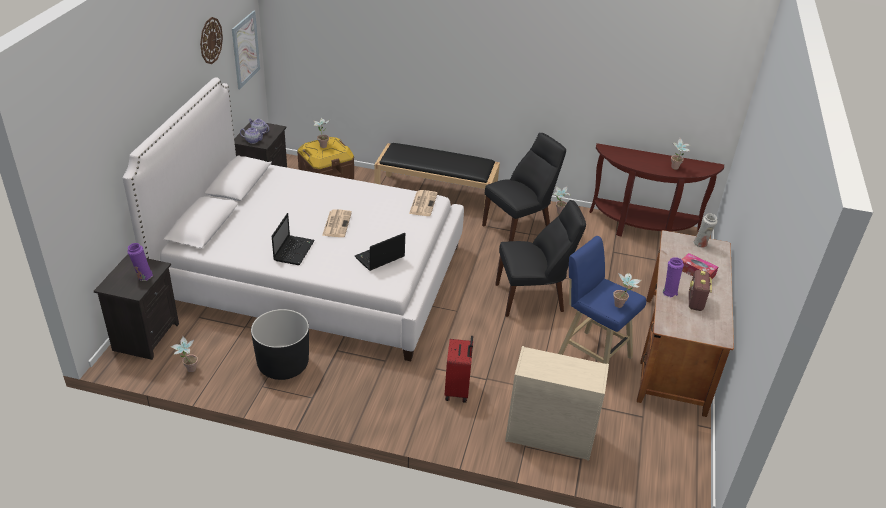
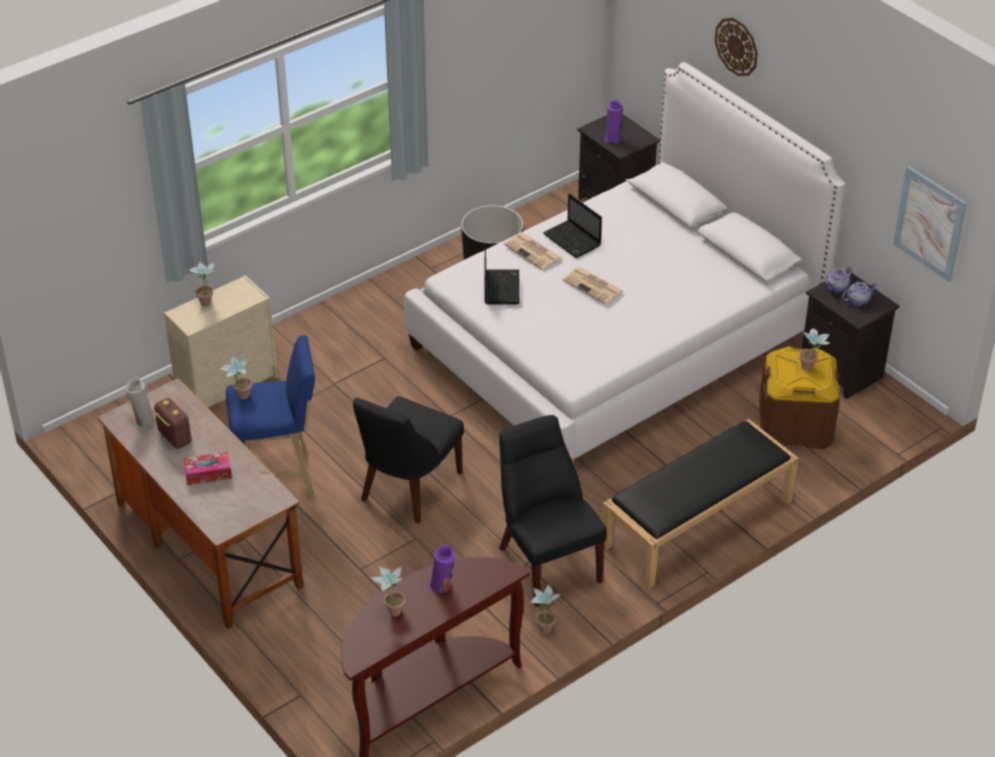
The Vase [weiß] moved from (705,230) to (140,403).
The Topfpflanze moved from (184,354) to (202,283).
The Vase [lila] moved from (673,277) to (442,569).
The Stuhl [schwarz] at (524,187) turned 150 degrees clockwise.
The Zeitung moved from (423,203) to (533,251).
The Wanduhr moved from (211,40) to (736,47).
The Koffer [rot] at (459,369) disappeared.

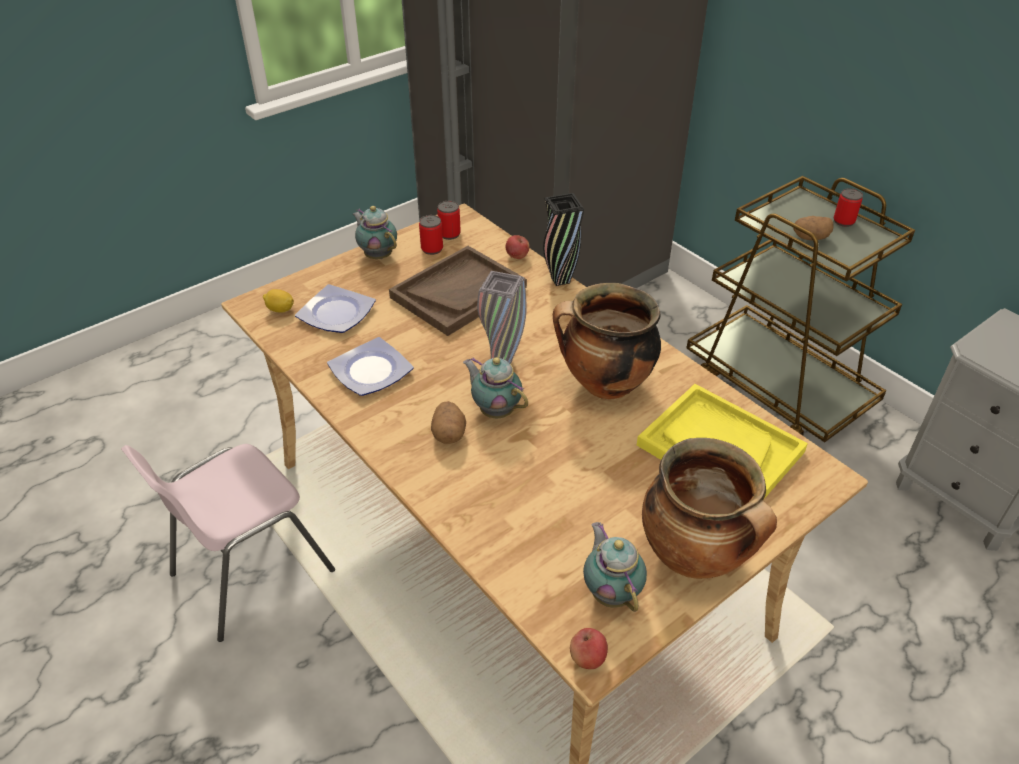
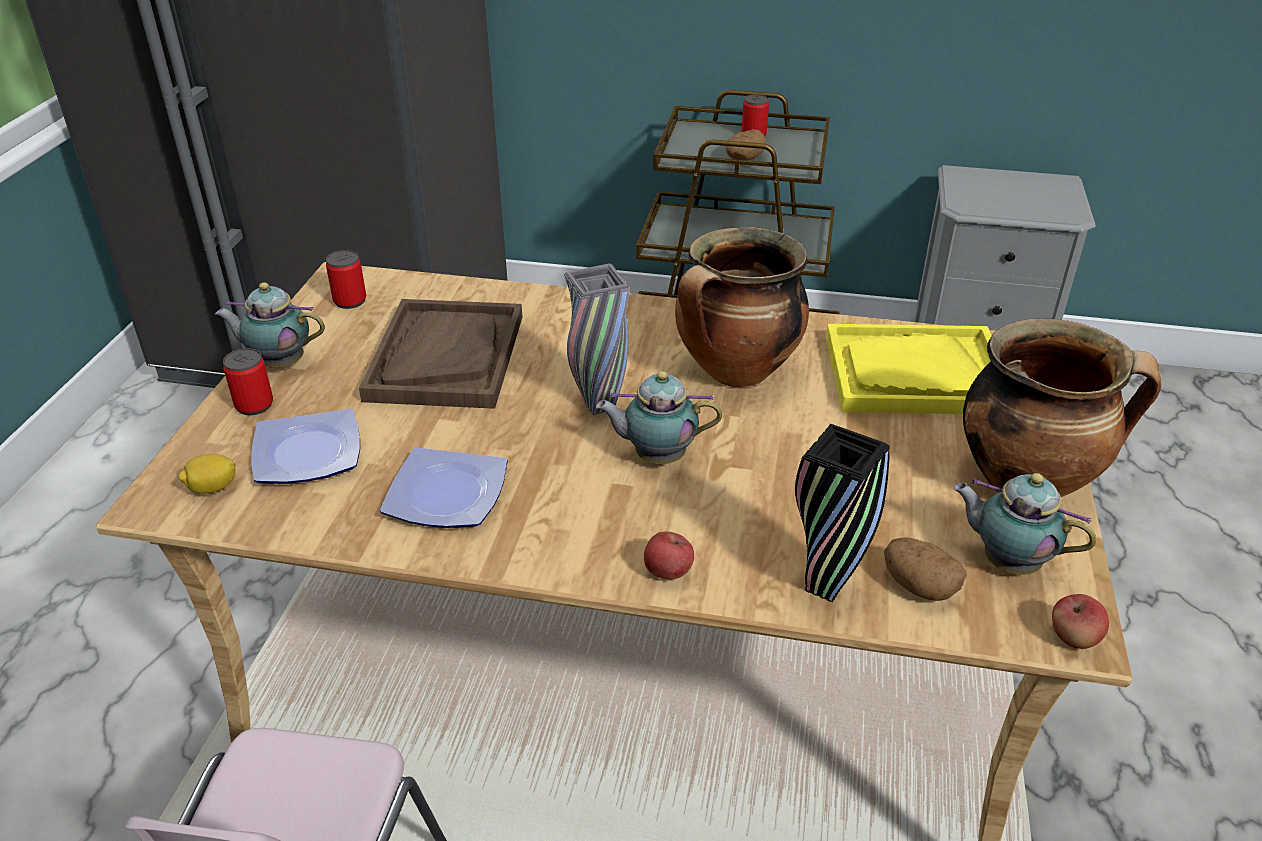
The Dose moved from (431,235) to (248,381).
The Apfel moved from (517,247) to (669,555).
The Vase [schwarz] moved from (563,239) to (842,513).
The Kartoffel moved from (448,422) to (925,569).

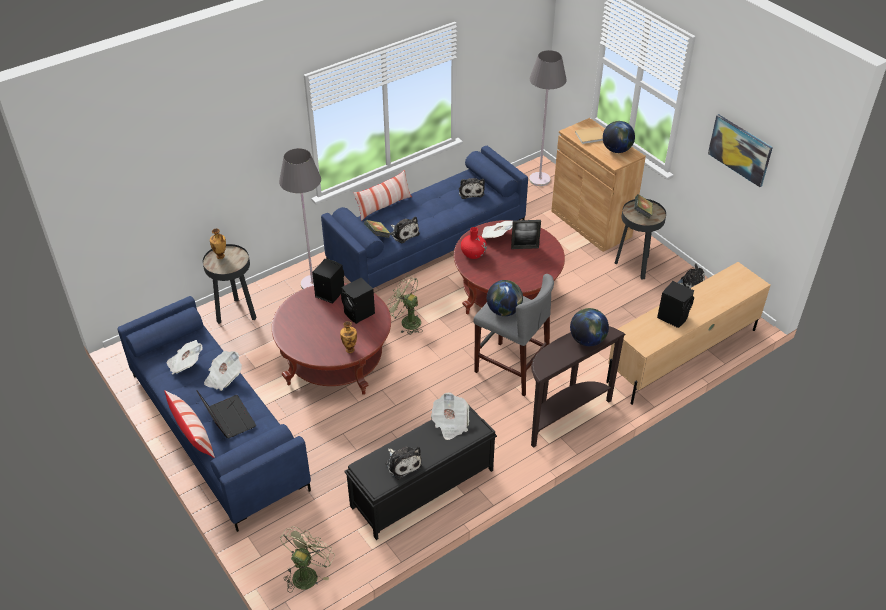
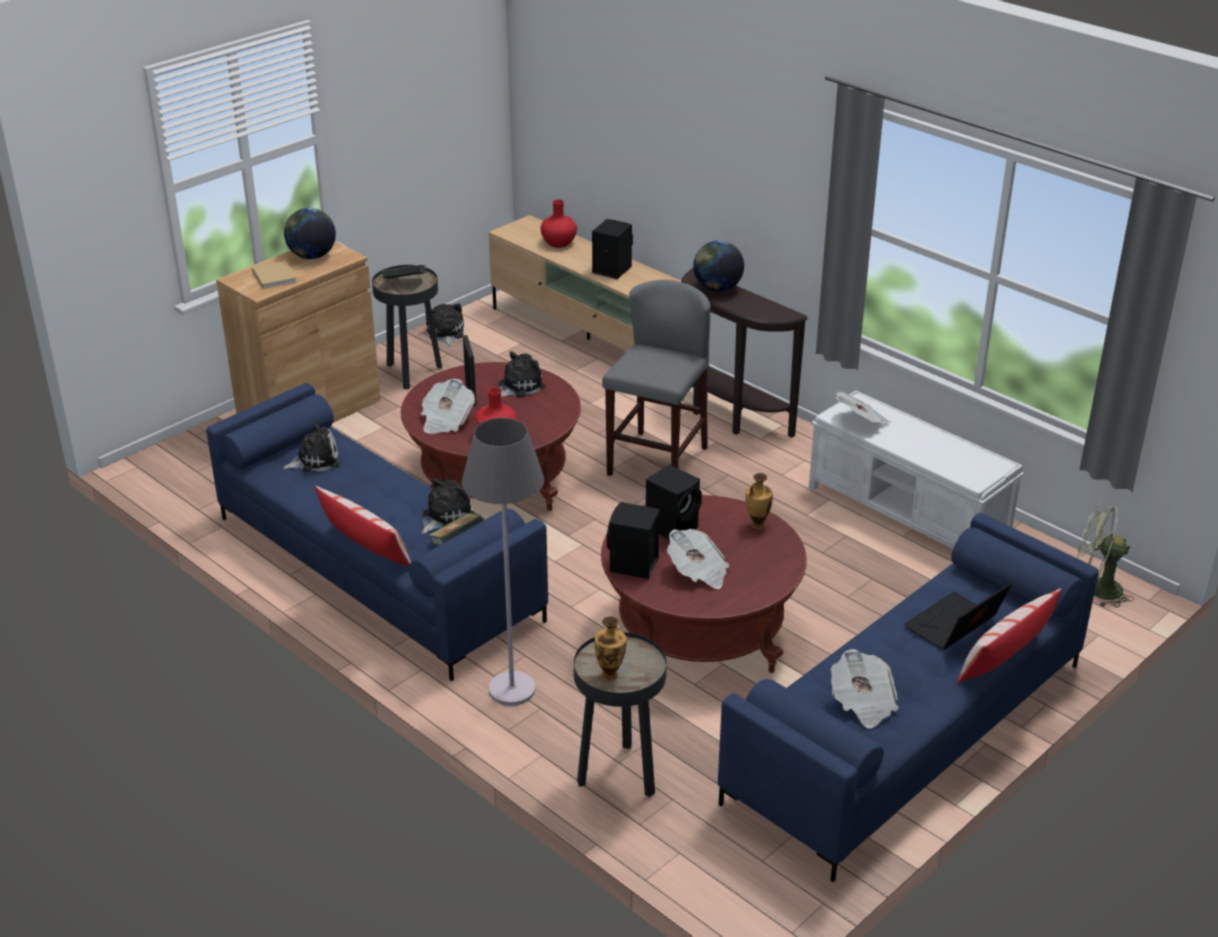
The Plüschtier moved from (404,463) to (522,374).
The Vase [rot] at (559,223) appeared.
The Zeitung moved from (223,371) to (698,559).
The Bank [schwarz] at (420,473) became the Bank [weiß] at (916,469).
The Ventilator [grün] at (405,305) disappeared.
The Globus at (505,298) disappeared.
The Stehlampe [grau] at (548,118) disappeared.
The Bild at (740,150) disappeared.

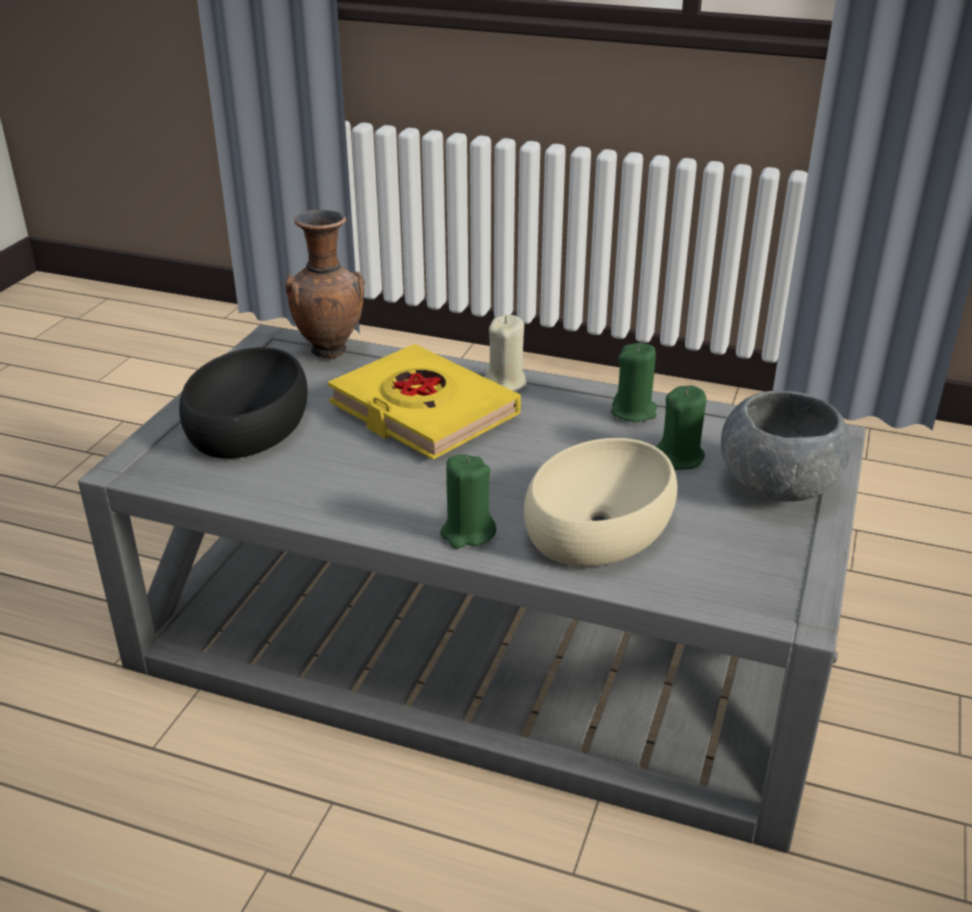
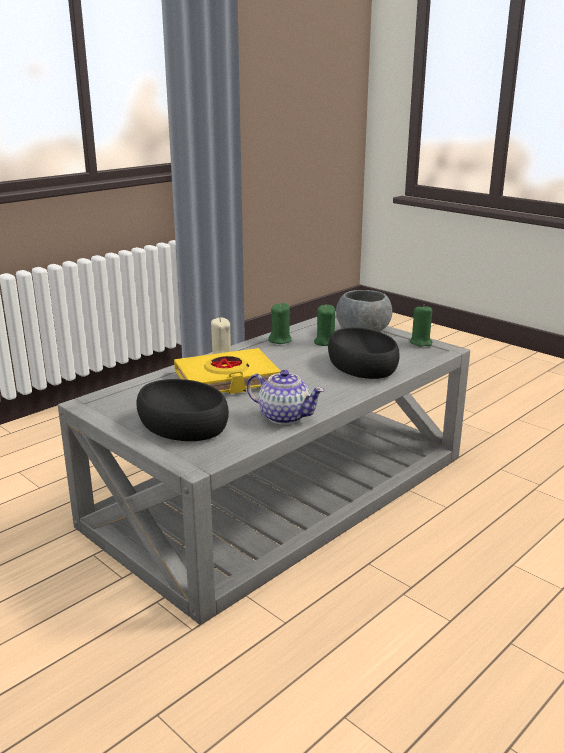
The Teekanne at (286,397) appeared.
The Schüssel [beige] at (600,502) became the Schüssel [schwarz] at (364,353).
The Kerze [grün] moved from (468,502) to (421,326).
The Vase [braun] at (325,284) disappeared.

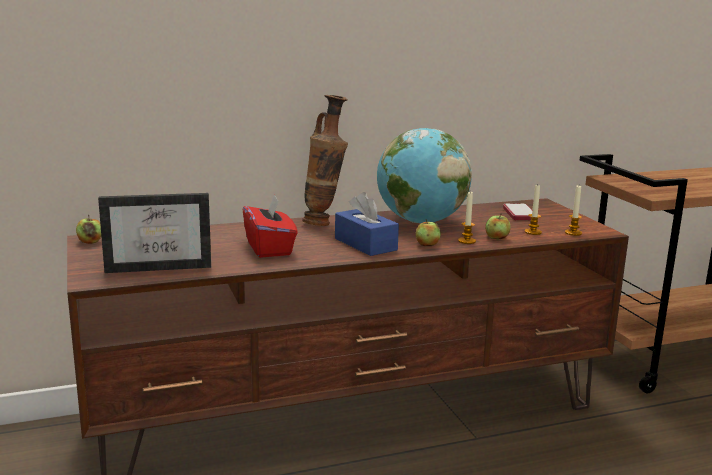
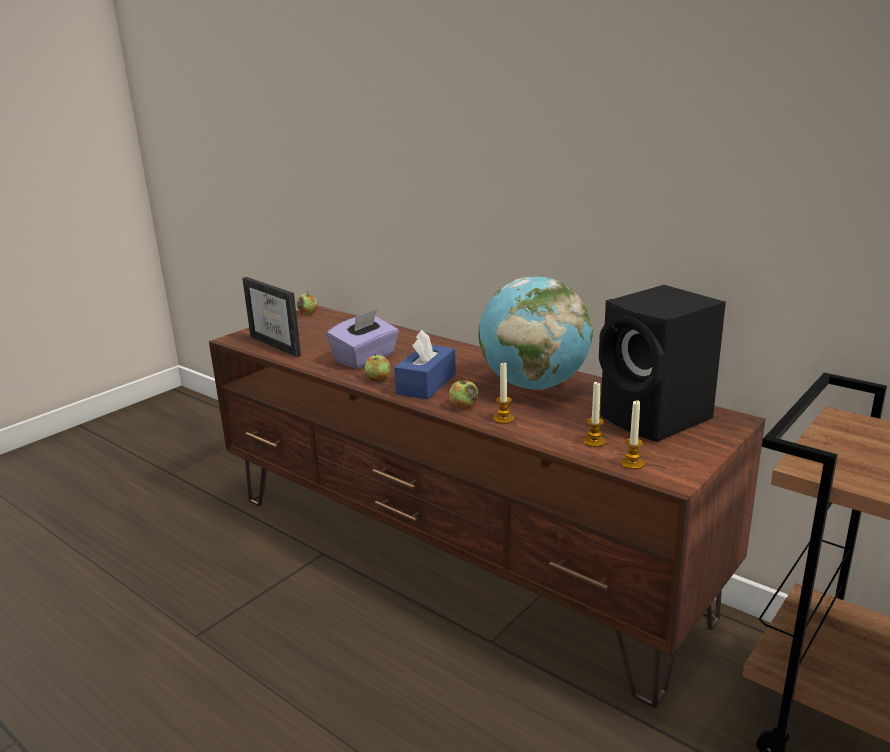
The Taschentuchbox [rot] at (270,227) became the Taschentuchbox [lila] at (363,339).
The Apfel moved from (498,226) to (377,368).
The Handy at (517,212) was replaced by the Lautsprecher [schwarz] at (662,363).
The Vase at (325,160) disappeared.

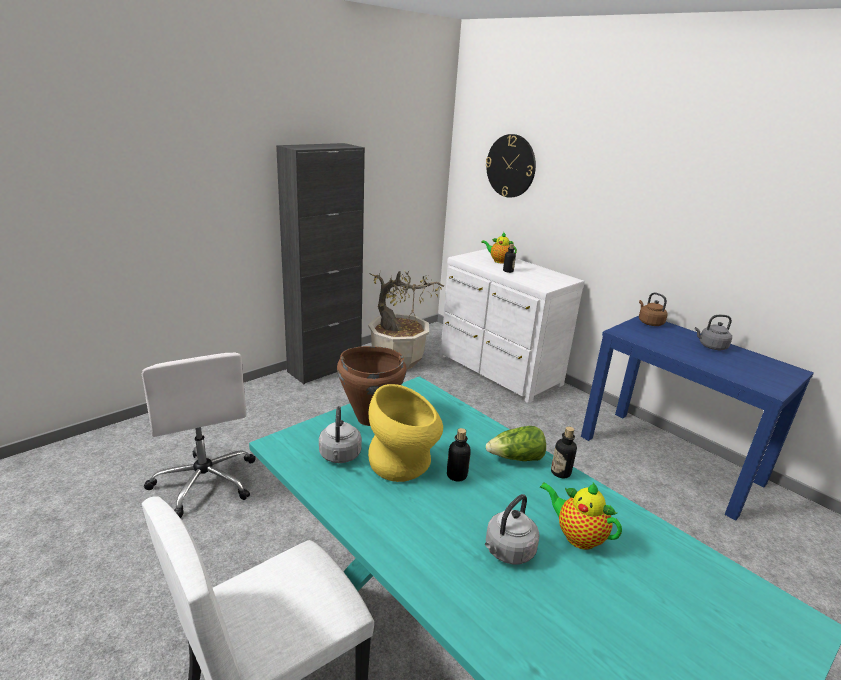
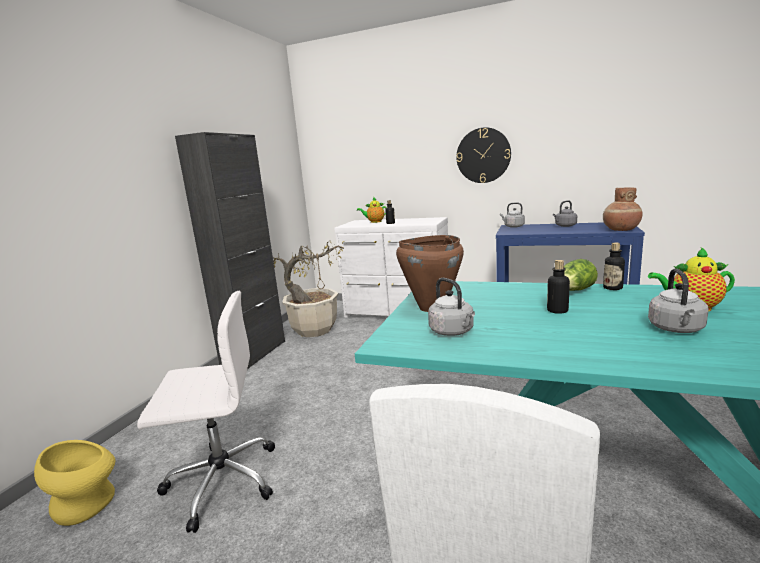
The Vase [gelb] moved from (405,433) to (74,483).
The Bürostuhl [weiß] at (199,435) turned 45 degrees counterclockwise.
The Wanduhr moved from (511,166) to (483,155).
The Wasserkessel [braun] at (653,309) became the Wasserkessel [grau] at (512,215).
The Vase [braun] at (623,209) appeared.

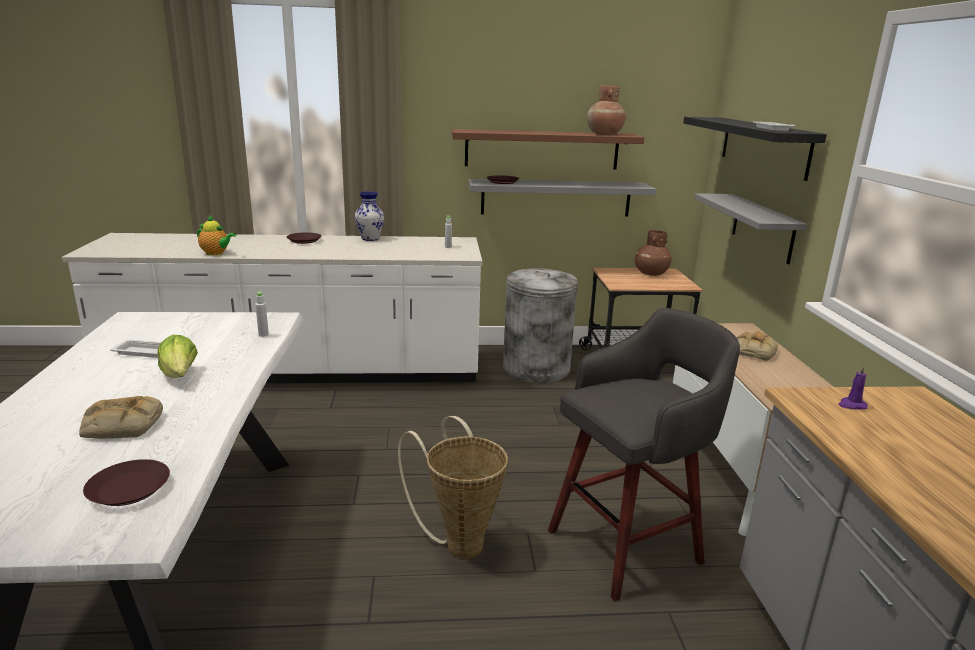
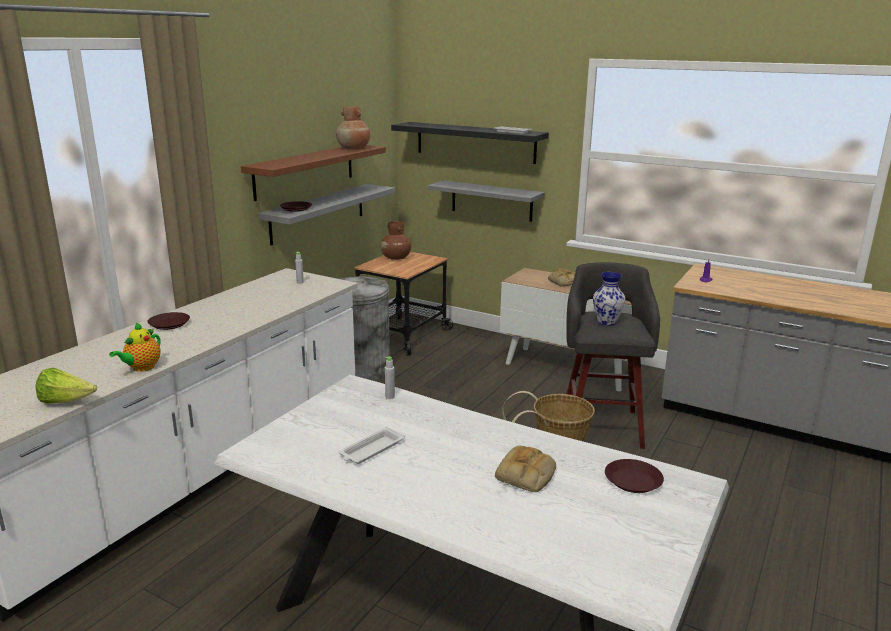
The Salatkopf moved from (177,356) to (66,386).
The Teekanne at (217,235) turned 150 degrees clockwise.
The Vase moved from (369,216) to (609,299).

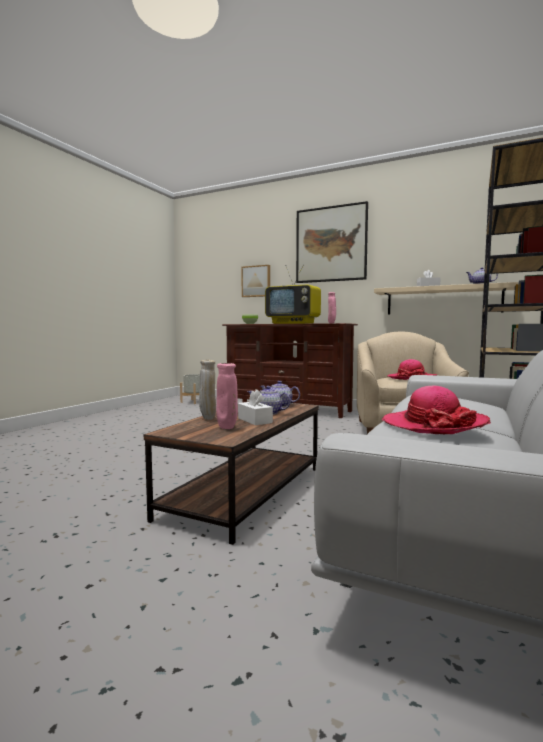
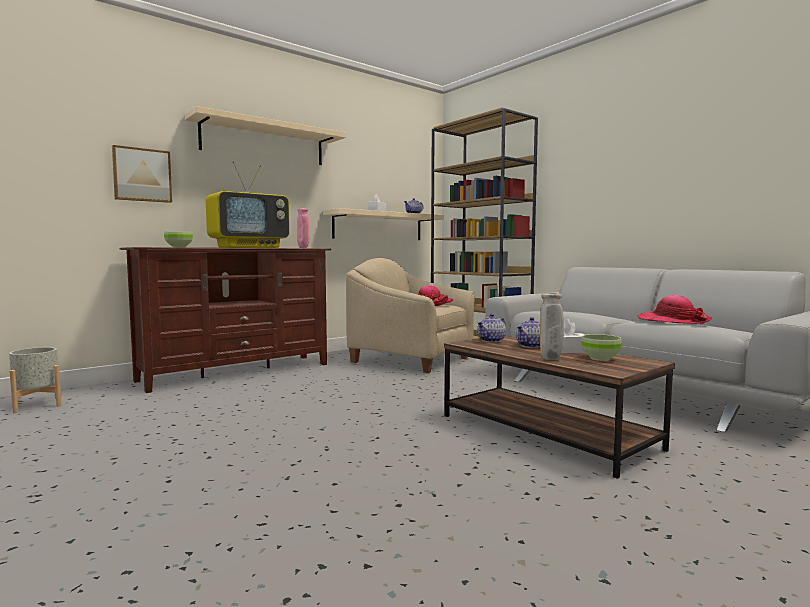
The Bild at (332,242) was replaced by the Wandregal [beige] at (265,135).
The Vase [rosa] at (227,396) was replaced by the Schüssel [grün] at (601,347).

